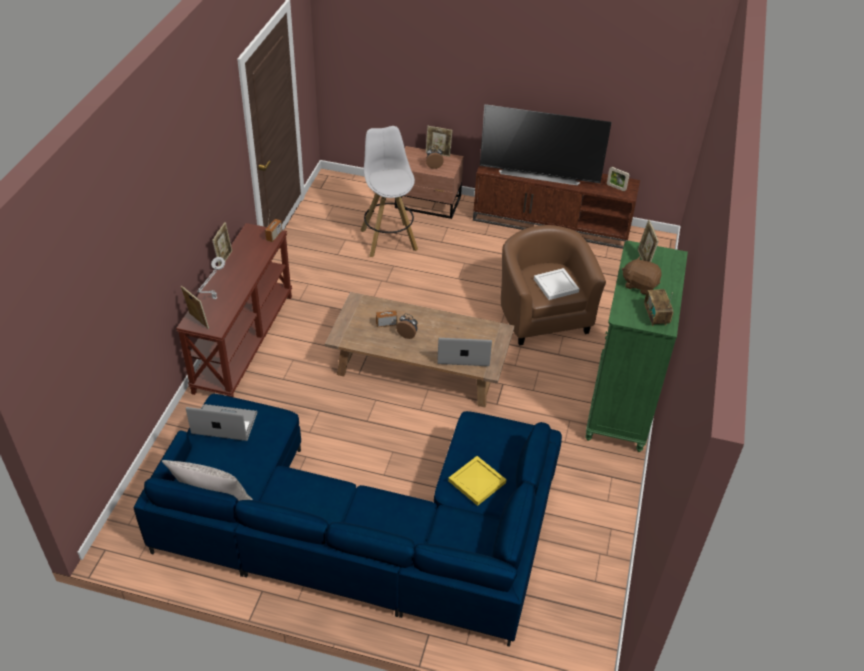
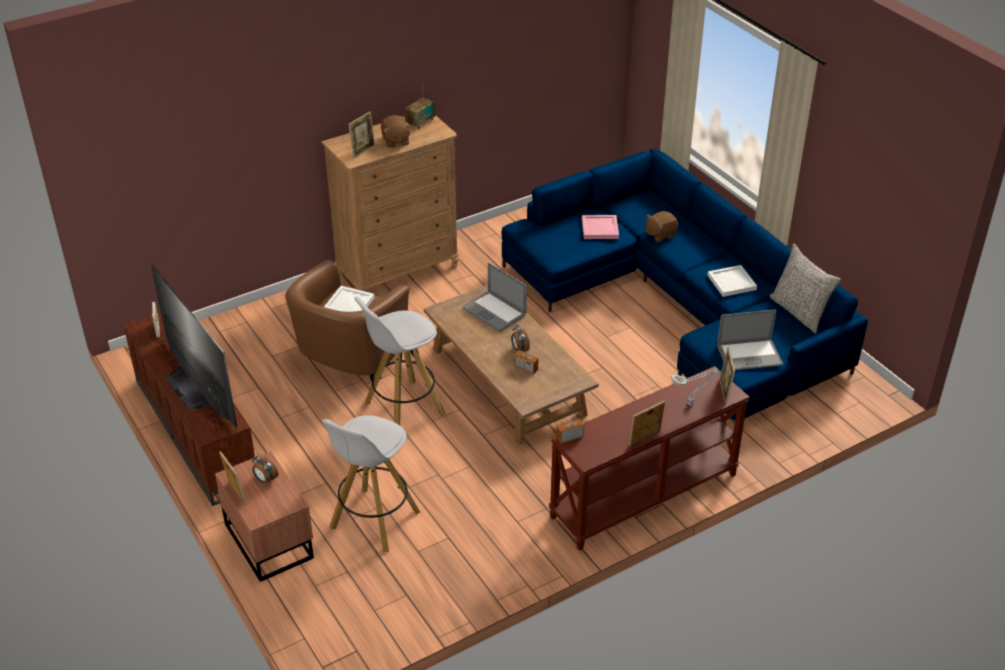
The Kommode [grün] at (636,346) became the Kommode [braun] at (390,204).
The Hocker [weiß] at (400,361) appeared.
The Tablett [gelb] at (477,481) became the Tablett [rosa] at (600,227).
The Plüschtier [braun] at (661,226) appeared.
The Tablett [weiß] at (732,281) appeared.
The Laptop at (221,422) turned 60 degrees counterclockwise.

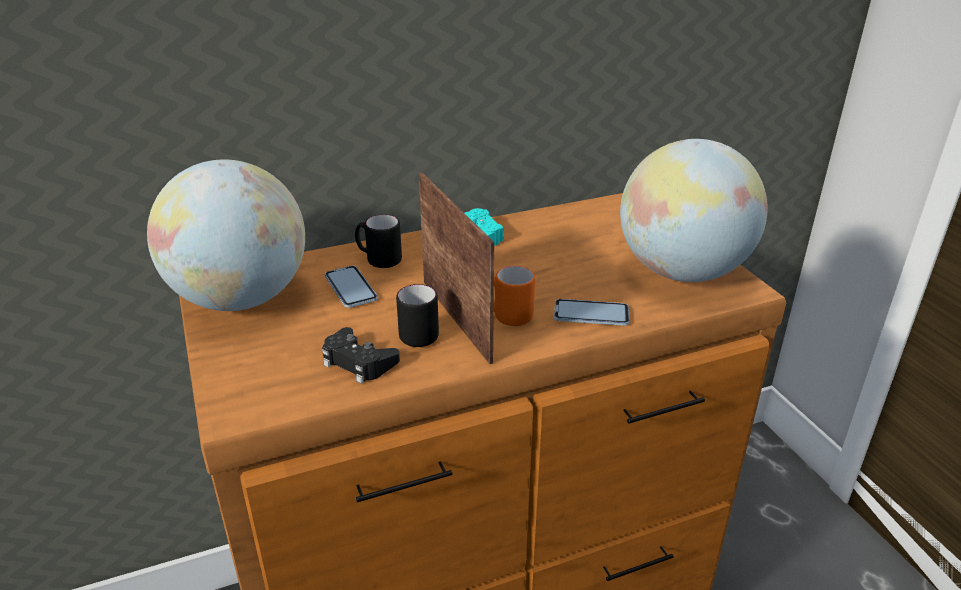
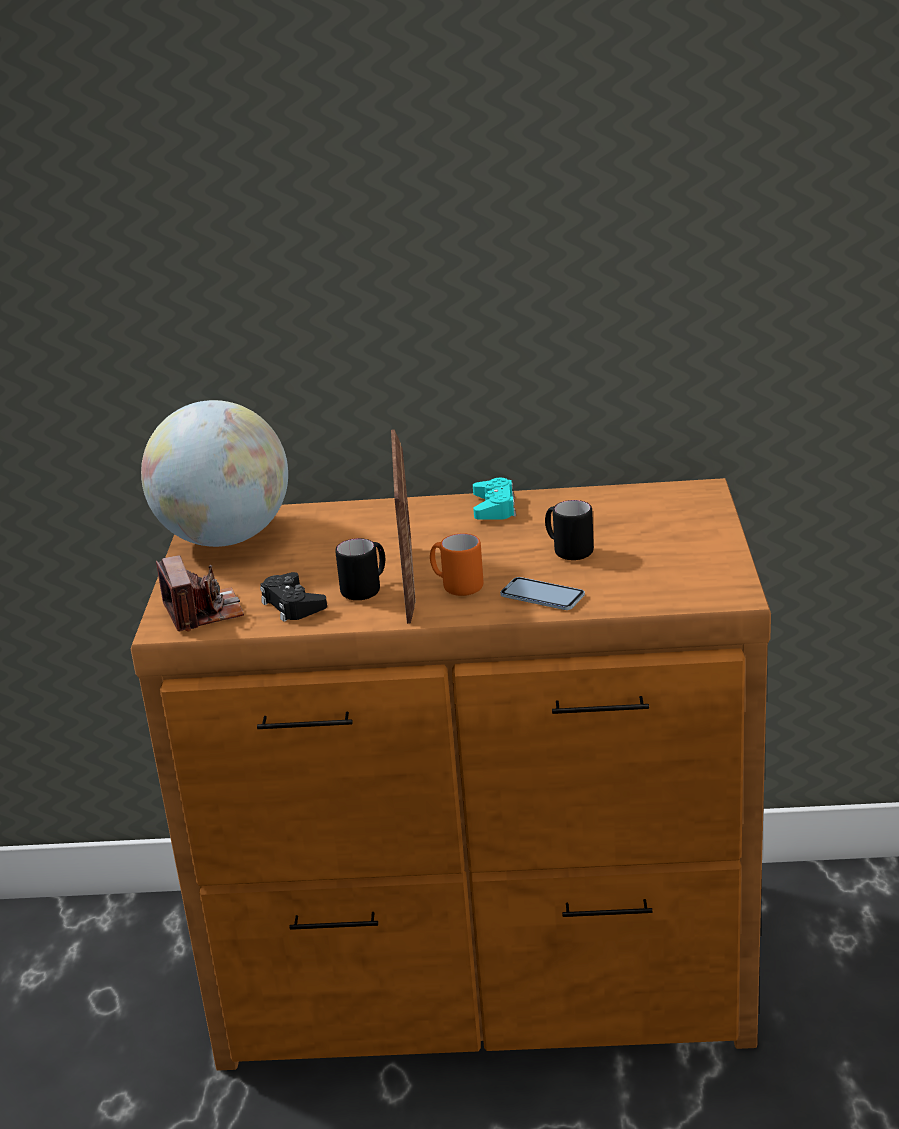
The Kamera at (200,593) appeared.
The Henkelbecher [schwarz] moved from (378,241) to (569,530).
The Handy at (351,287) disappeared.
The Globus at (694,210) disappeared.

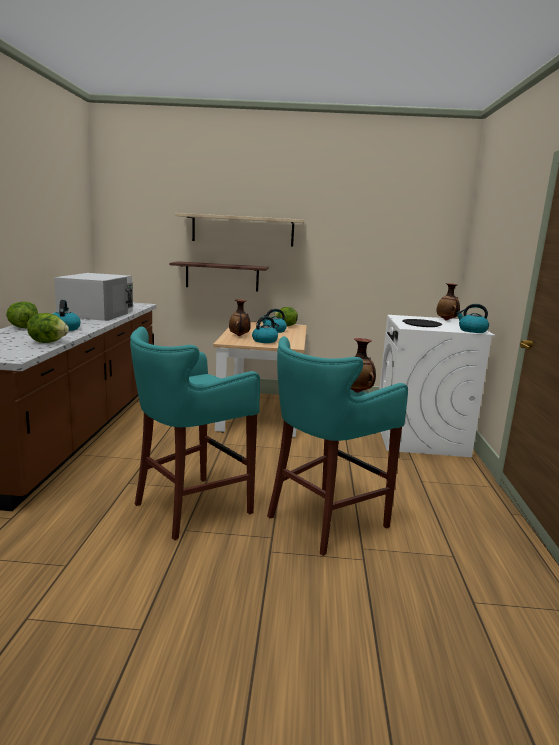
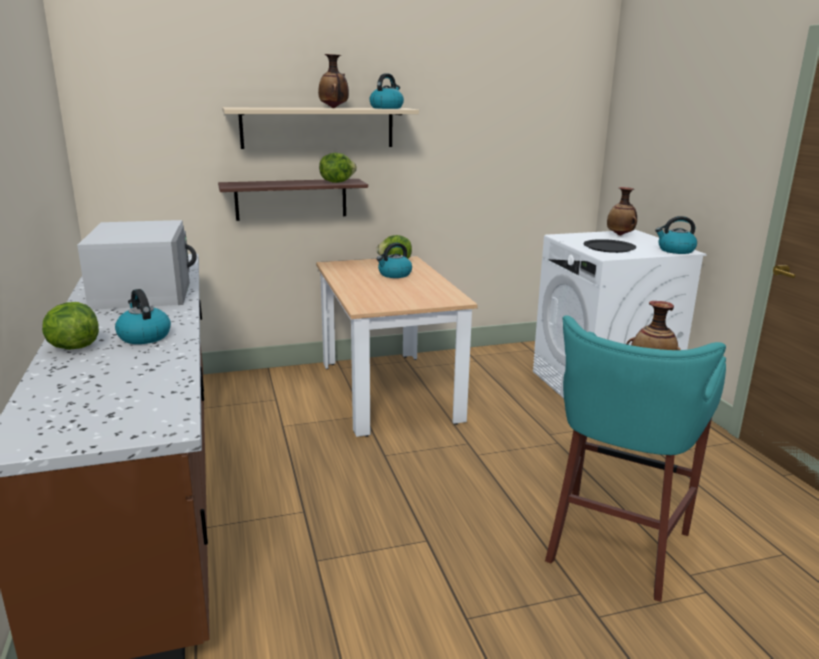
The Vase moved from (240,317) to (333,81).
The Salatkopf moved from (48,328) to (338,168).
The Wasserkessel moved from (265,329) to (387,91).
The Hocker [türkis] at (195,433) disappeared.

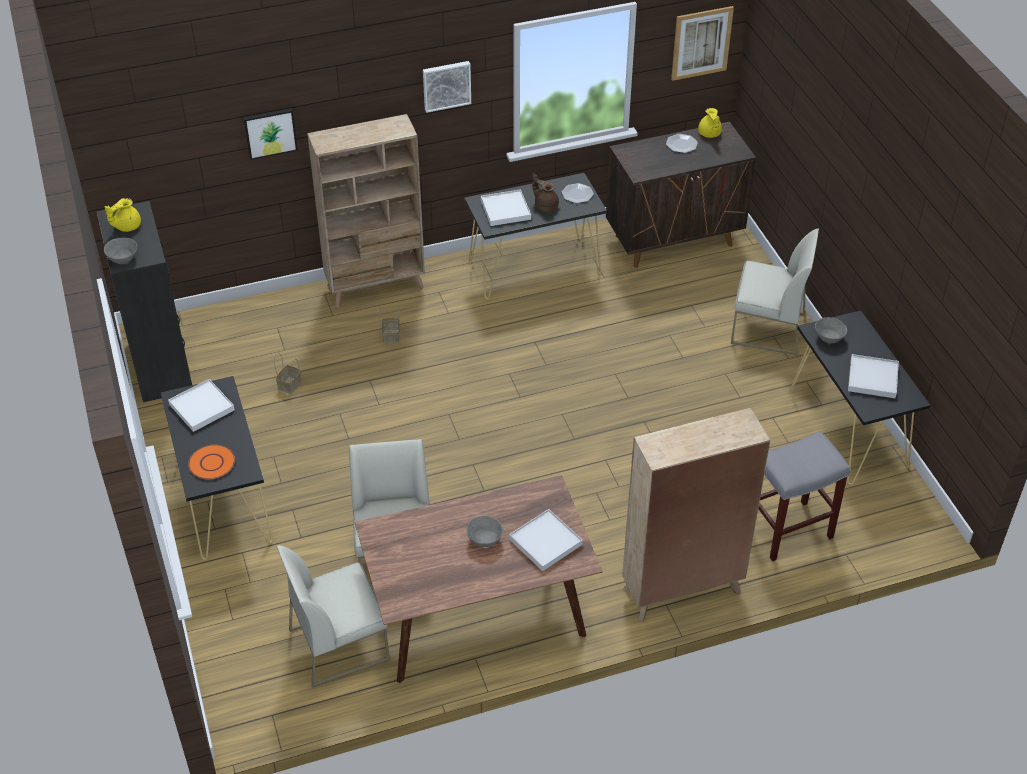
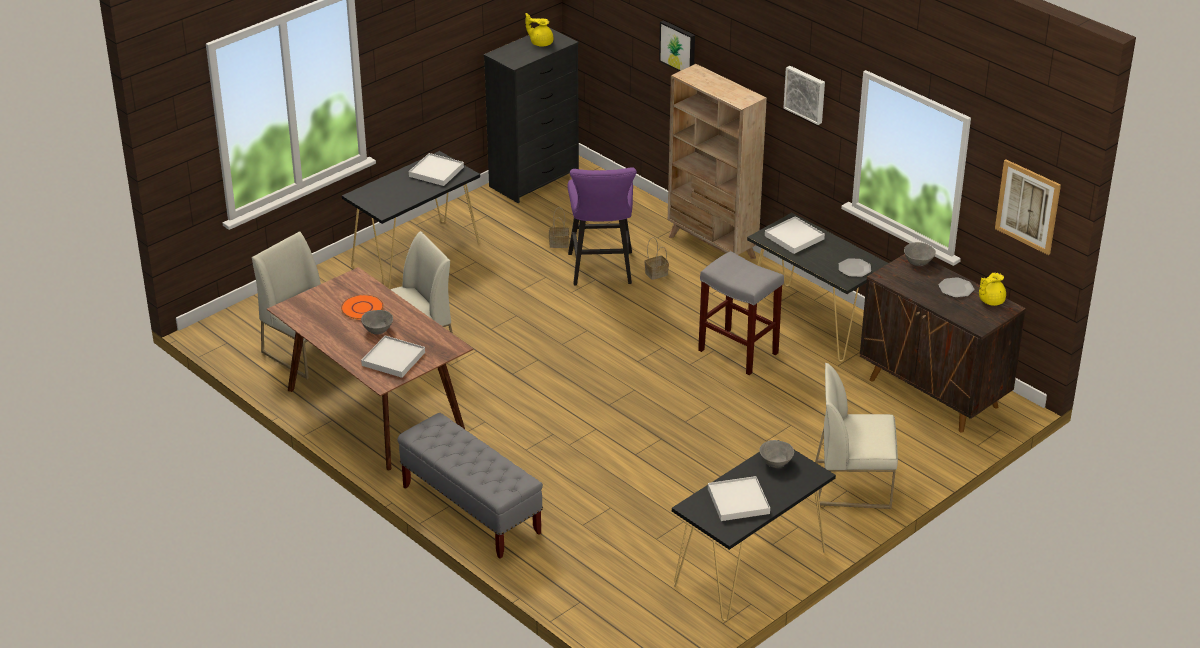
The Teller [orange] moved from (211,462) to (362,307).
The Bücherregal [beige] at (696,514) was replaced by the Bank [grau] at (470,486).
The Hocker [lila] at (602,226) appeared.
The Hocker [grau] moved from (804,496) to (741,313).
The Stuhl [weiß] at (775,292) turned 105 degrees clockwise.
The Schüssel [grau] moved from (120,251) to (920,254).
The Teekanne [braun] at (545,192) disappeared.

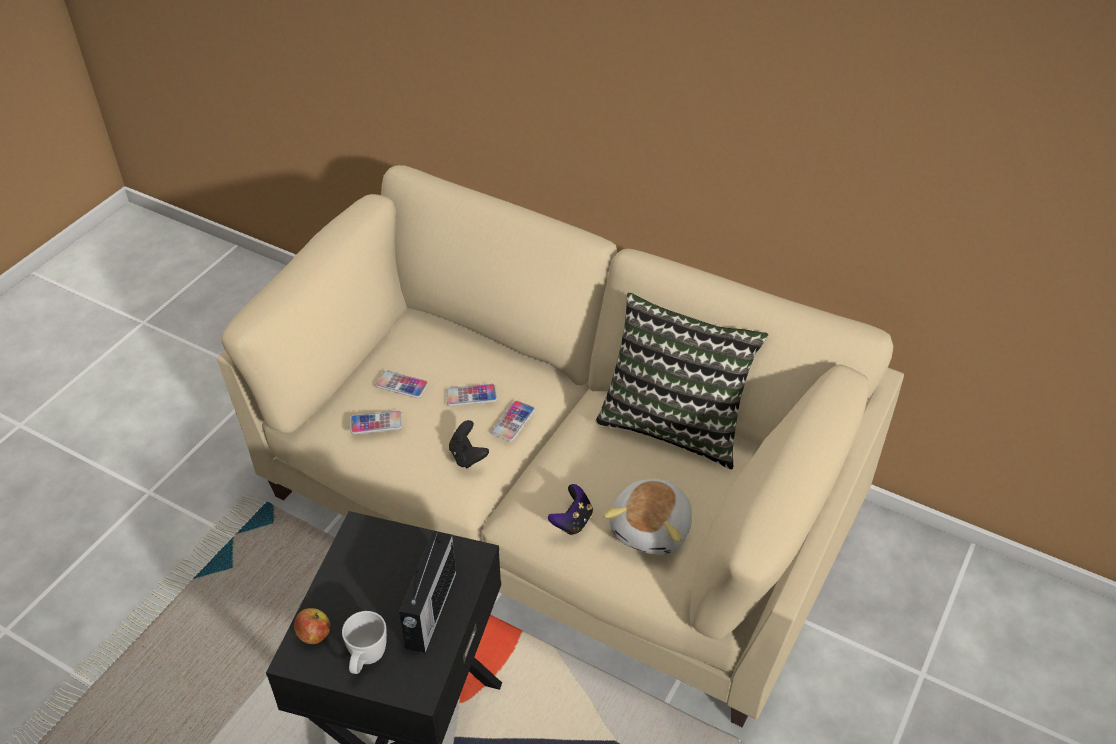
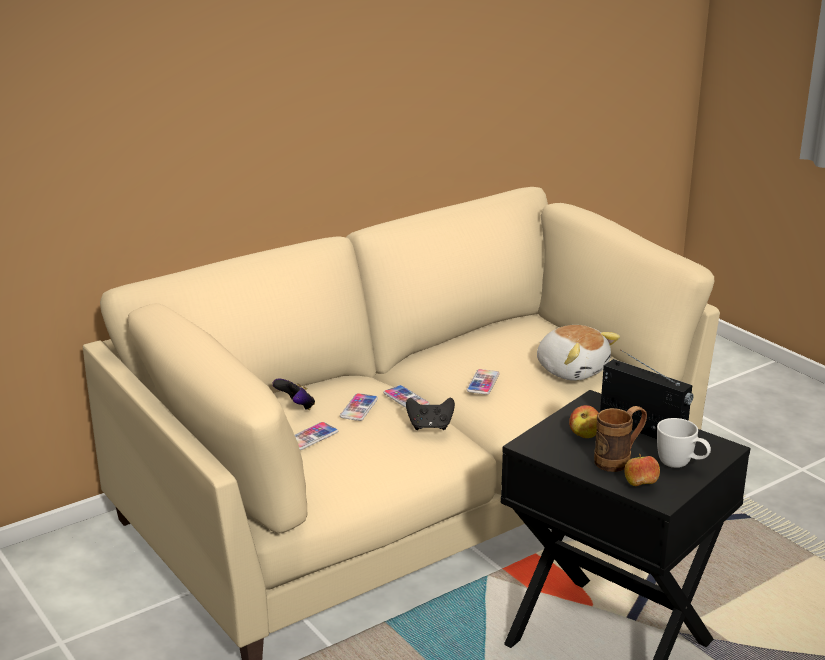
The Gamepad moved from (570,510) to (293,394).
The Handy moved from (376,422) to (483,382).
The Apfel at (583,421) appeared.
The Henkelbecher [braun] at (620,439) appeared.
The Kissen at (681,381) disappeared.

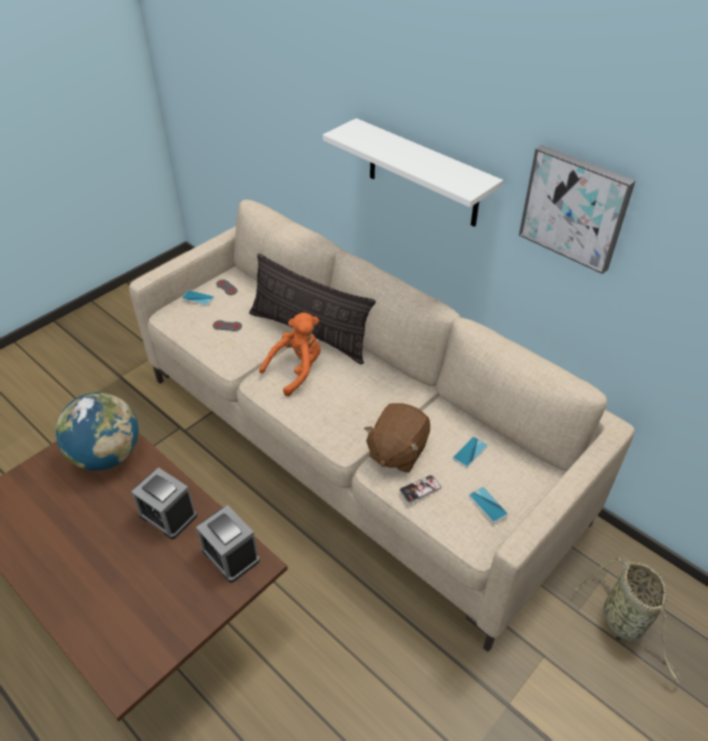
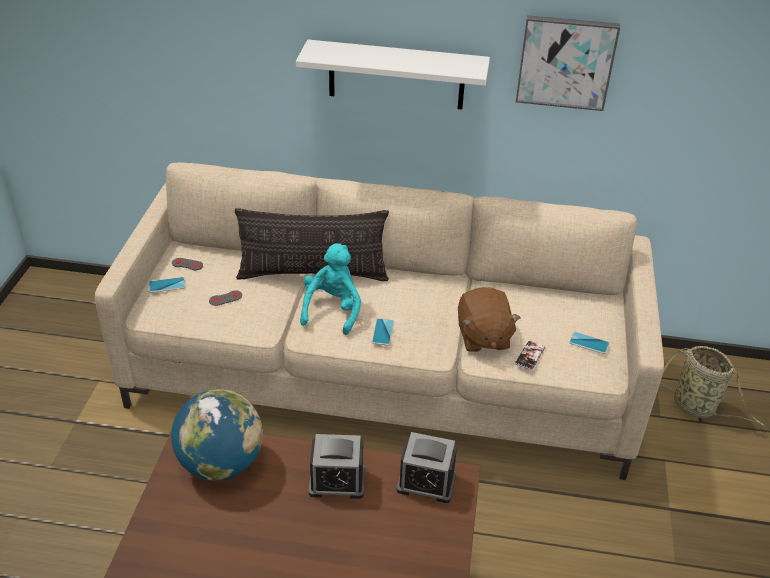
The Plüschtier [orange] at (290,354) became the Plüschtier [türkis] at (330,289).
The Handy moved from (470,452) to (383,331).

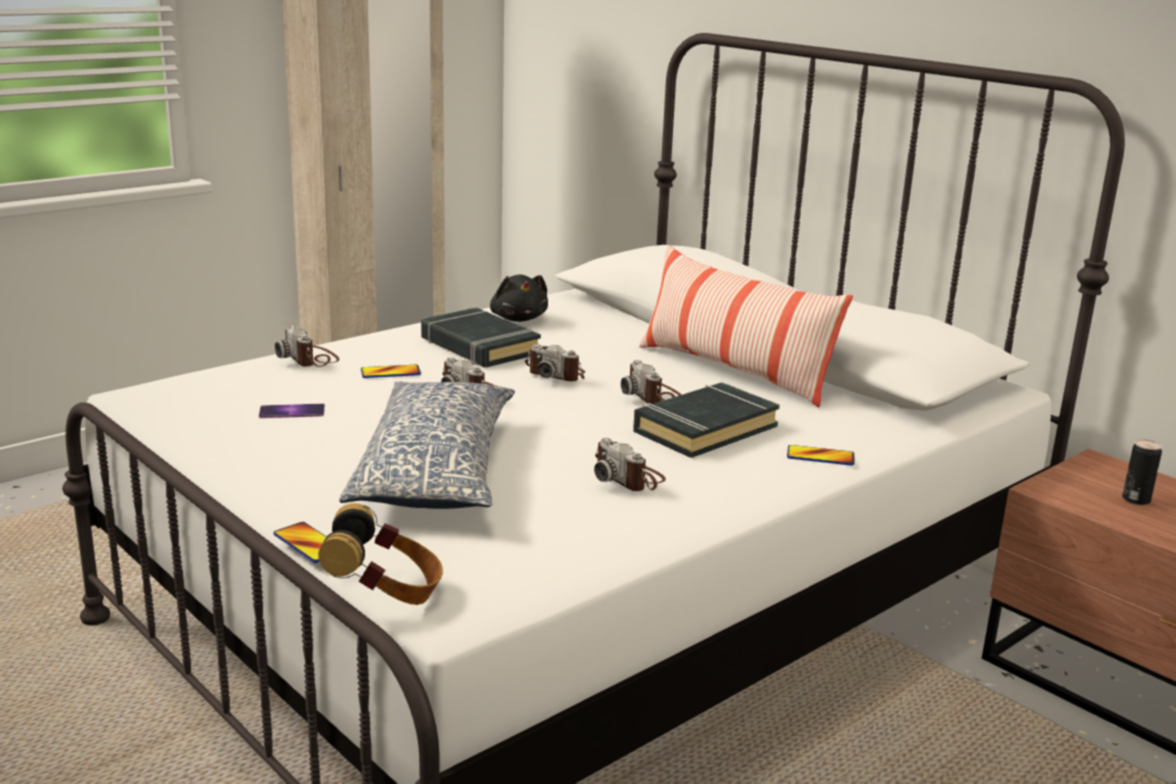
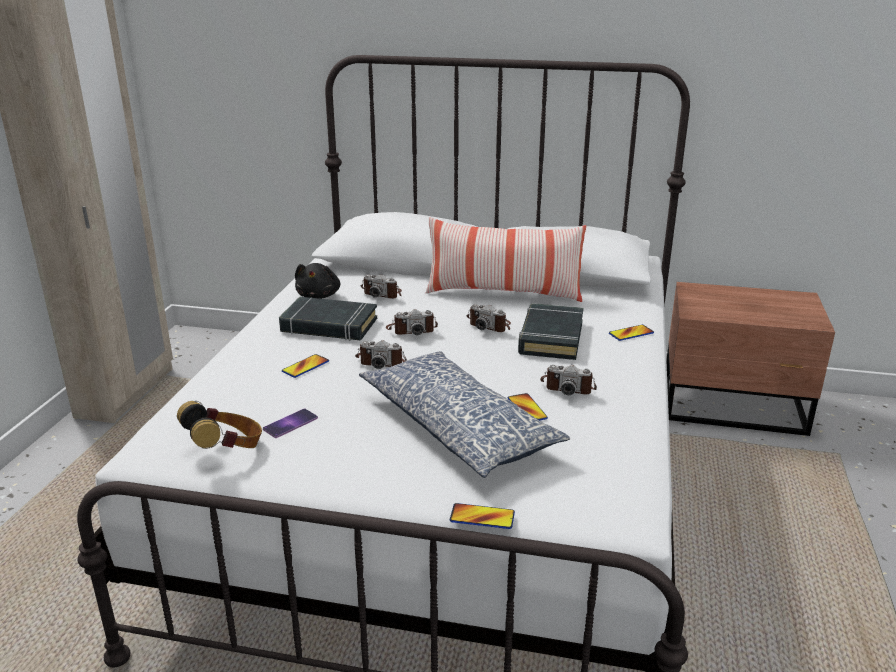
The Kopfhörer moved from (380,554) to (219,425).
The Plüschtier [schwarz] at (519,298) turned 60 degrees clockwise.
The Kamera moved from (307,346) to (381,286).
The Handy at (528,407) appeared.
The Dose at (1142,472) disappeared.

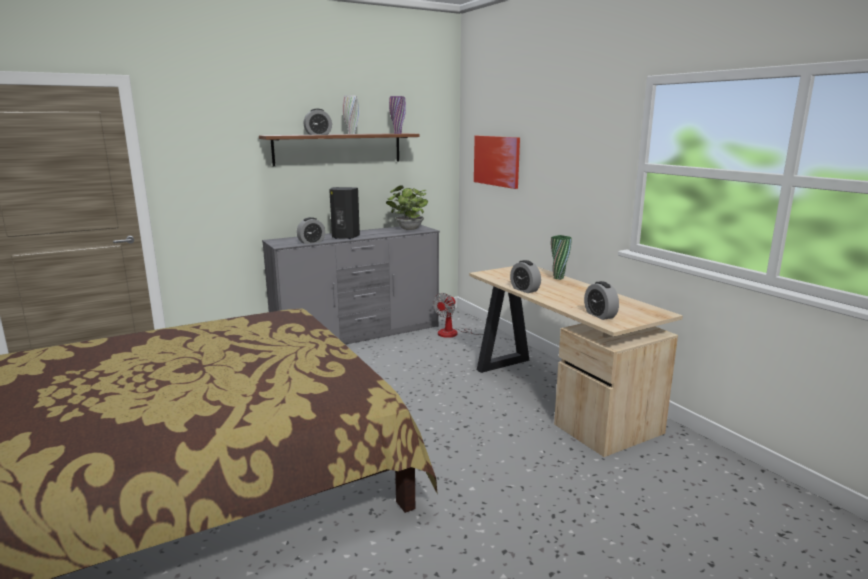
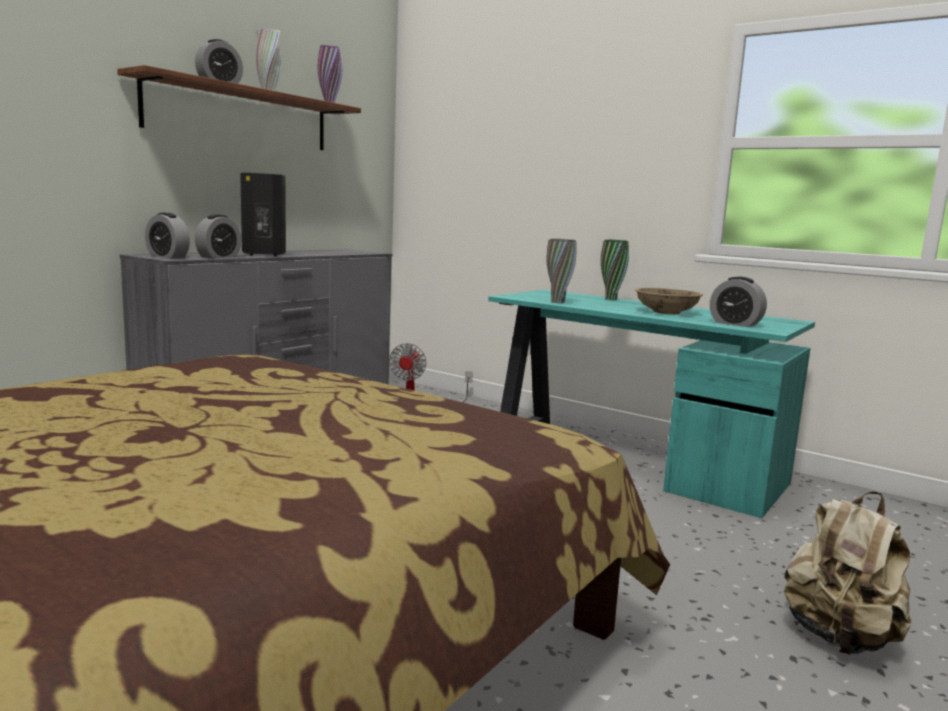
The Wecker moved from (525,276) to (167,235).
The Schreibtisch [beige] at (576,361) became the Schreibtisch [türkis] at (651,404).
The Vase [grau] at (561,271) appeared.
The Schüssel [beige] at (669,301) appeared.
The Rucksack [beige] at (848,573) appeared.
The Topfpflanze at (407,207) disappeared.
The Bild at (497,162) disappeared.

